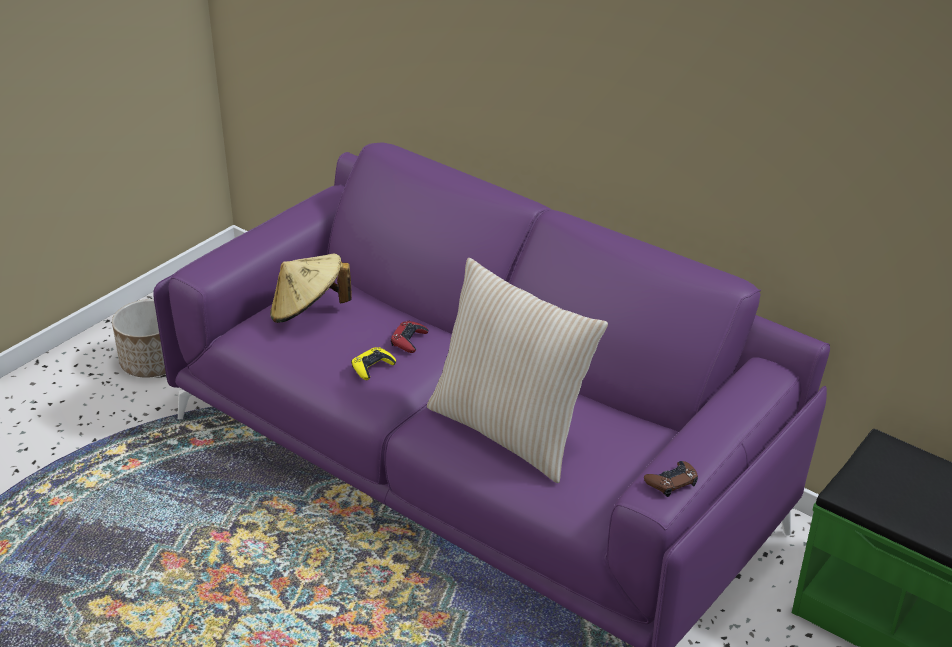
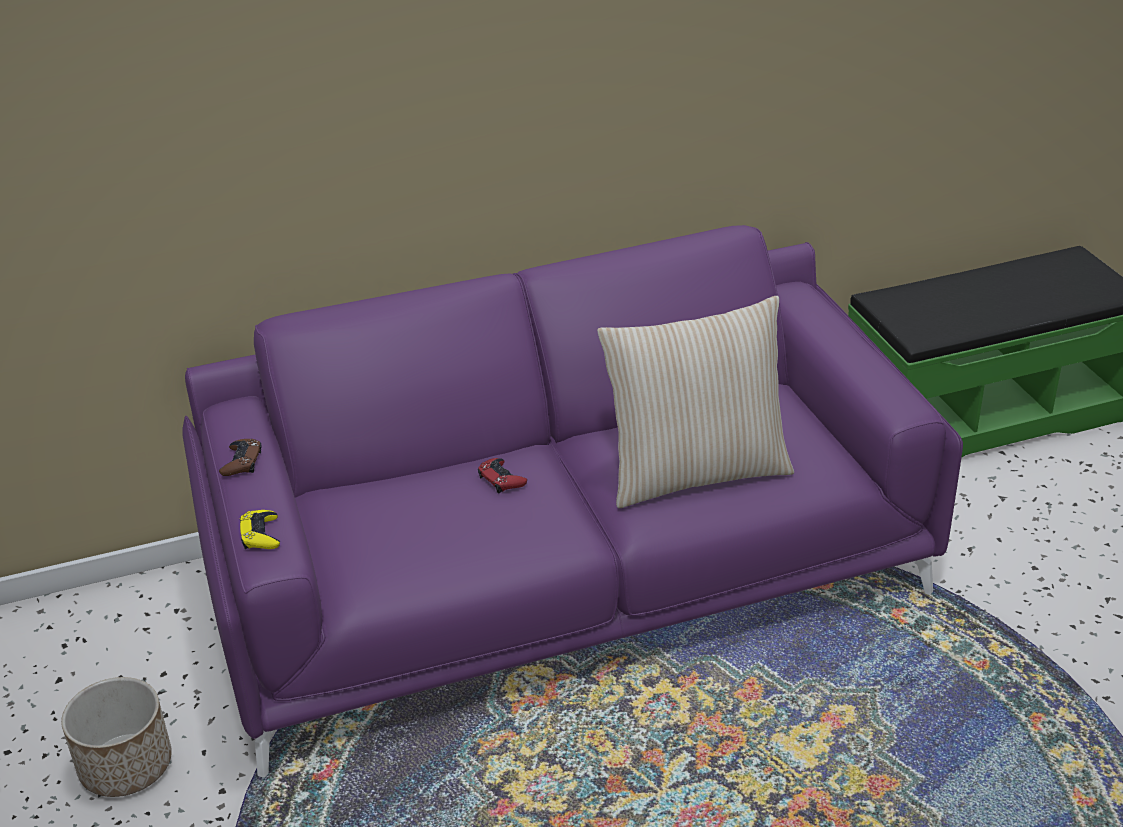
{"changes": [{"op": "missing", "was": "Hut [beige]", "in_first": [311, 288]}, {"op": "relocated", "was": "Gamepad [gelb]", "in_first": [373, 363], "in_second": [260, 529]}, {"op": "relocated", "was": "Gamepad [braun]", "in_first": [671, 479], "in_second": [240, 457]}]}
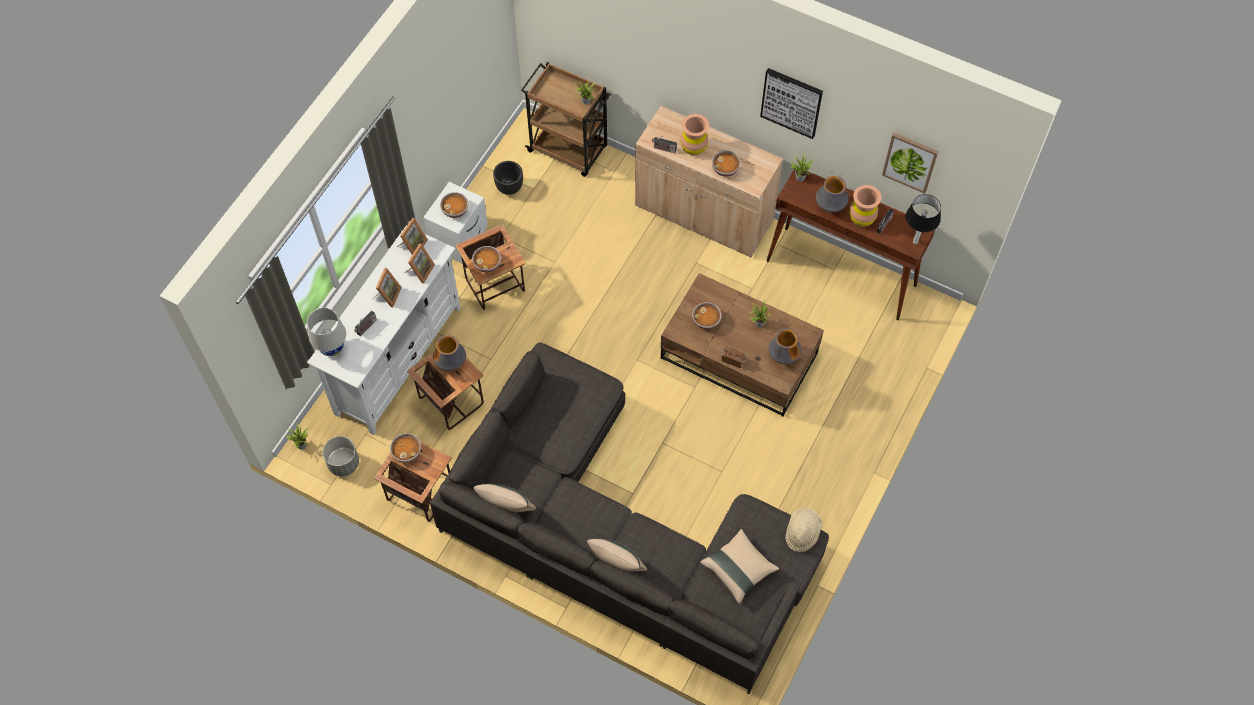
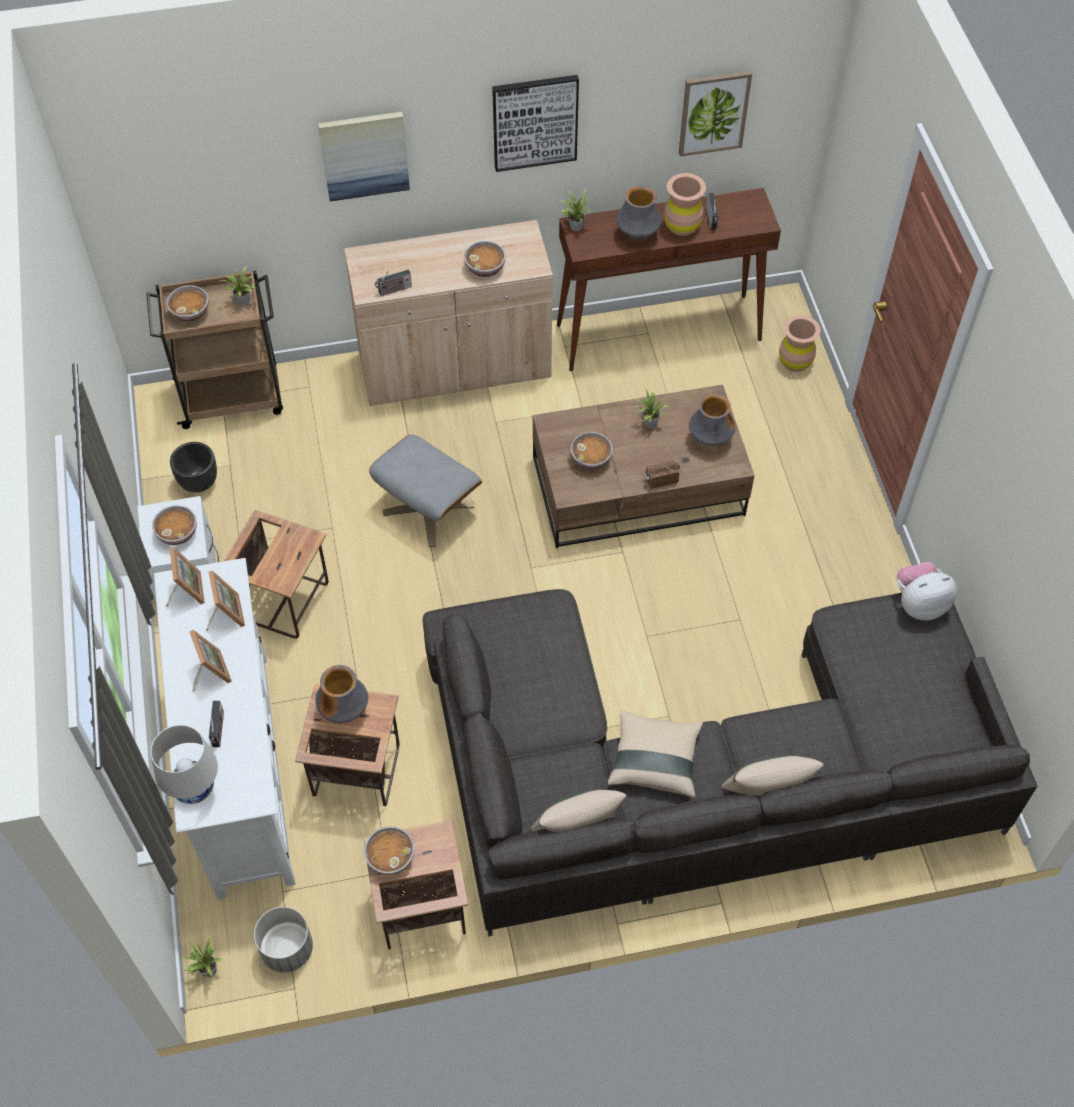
{"changes": [{"op": "missing", "was": "Tischlampe", "in_first": [923, 219]}, {"op": "appeared", "now": "Bild", "in_second": [364, 156]}, {"op": "appeared", "now": "Polsterhocker [grau]", "in_second": [425, 490]}, {"op": "relocated", "was": "Schüssel", "in_first": [486, 259], "in_second": [187, 303]}, {"op": "relocated", "was": "Vase [braun]", "in_first": [695, 135], "in_second": [800, 343]}, {"op": "relocated", "was": "Kissen [beige]", "in_first": [739, 566], "in_second": [655, 754]}, {"op": "exchanged", "was": "Hut [beige]", "now": "Plüschtier", "in_first": [804, 530], "in_second": [927, 591]}]}
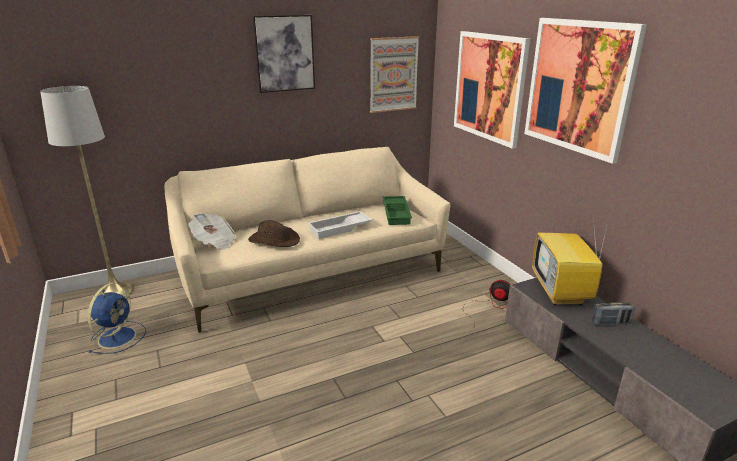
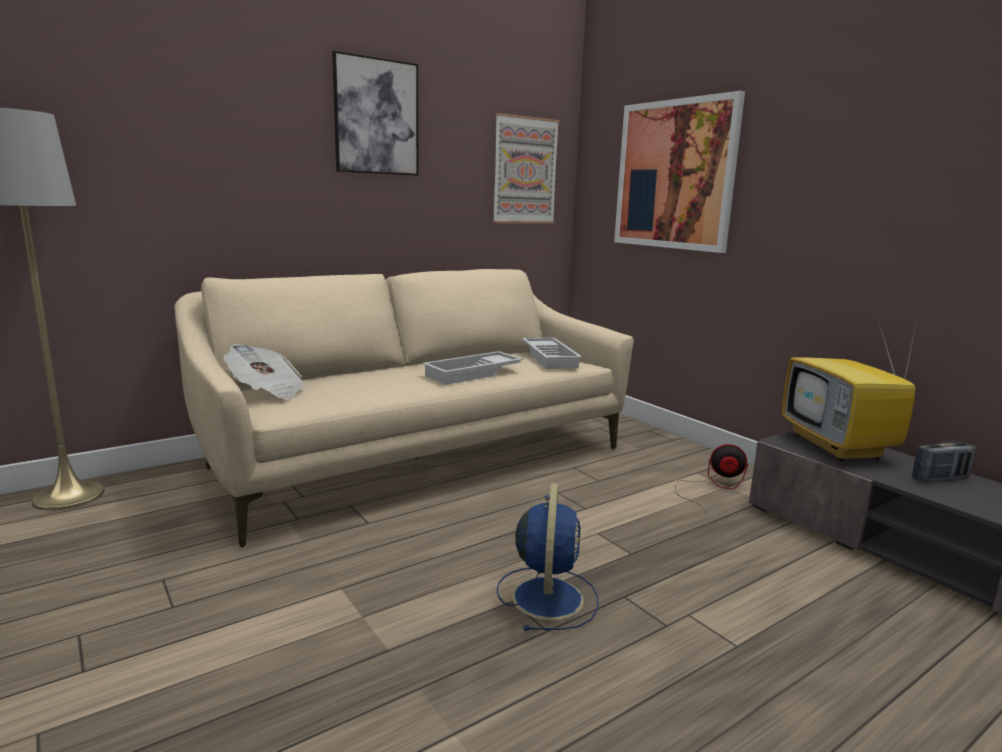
{"changes": [{"op": "missing", "was": "Hut [braun]", "in_first": [274, 233]}, {"op": "missing", "was": "Bild", "in_first": [585, 91]}, {"op": "relocated", "was": "Ventilator [blau]", "in_first": [116, 318], "in_second": [547, 557]}, {"op": "colour", "was": "Tablett [grün]", "now": "Tablett [weiß]", "in_first": [397, 210], "in_second": [552, 353]}]}
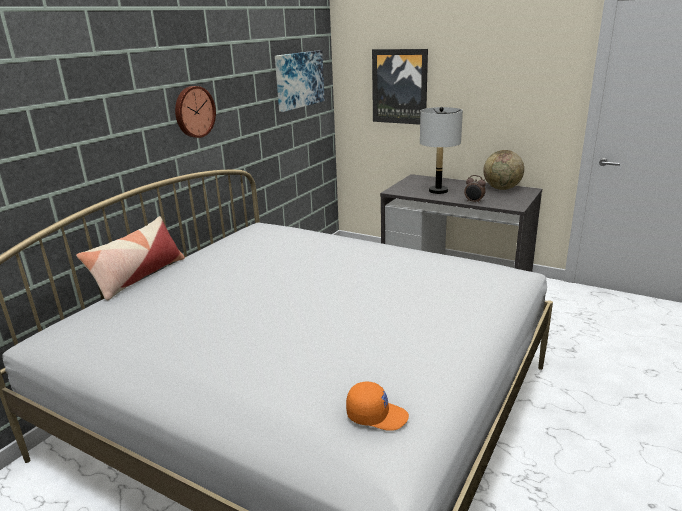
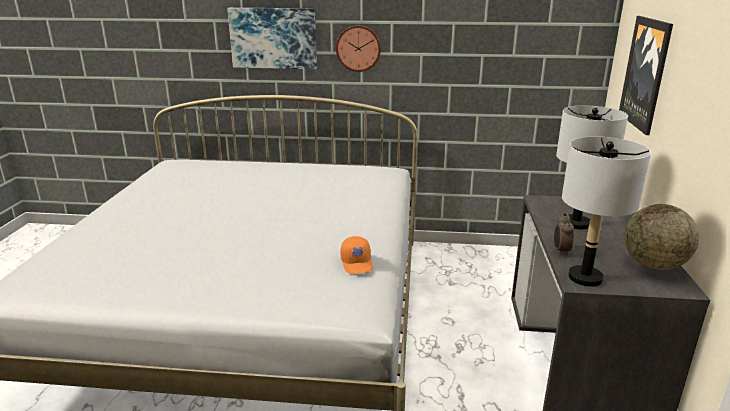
{"changes": [{"op": "missing", "was": "Kissen", "in_first": [130, 258]}, {"op": "appeared", "now": "Tischlampe [grau]", "in_second": [606, 211]}, {"op": "relocated", "was": "Bild", "in_first": [300, 81], "in_second": [272, 38]}, {"op": "relocated", "was": "Kappe [orange]", "in_first": [377, 406], "in_second": [356, 255]}]}
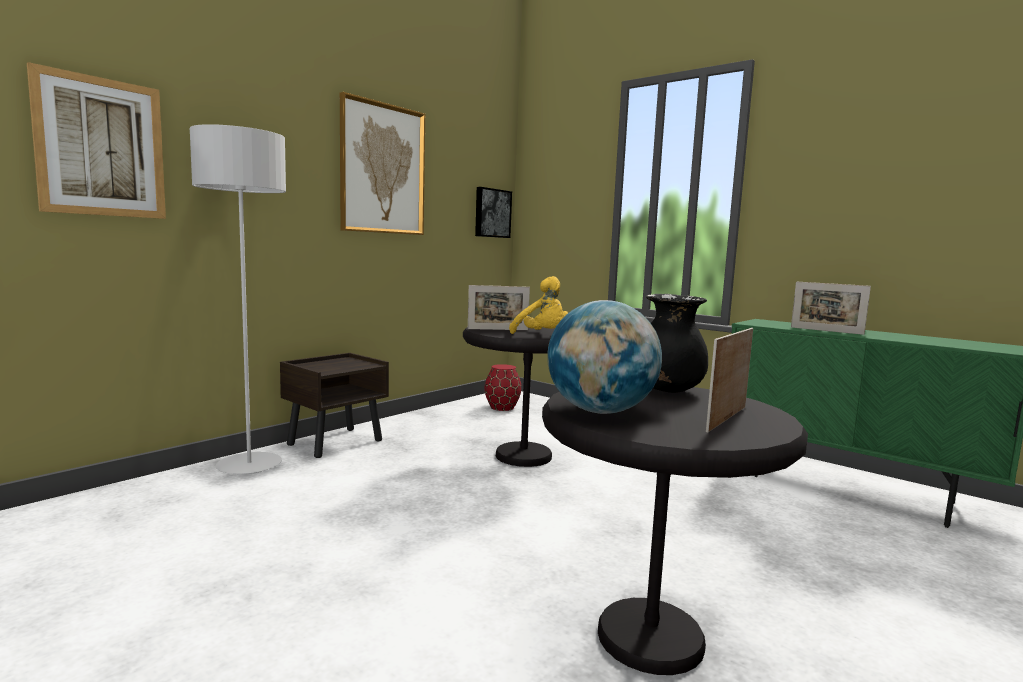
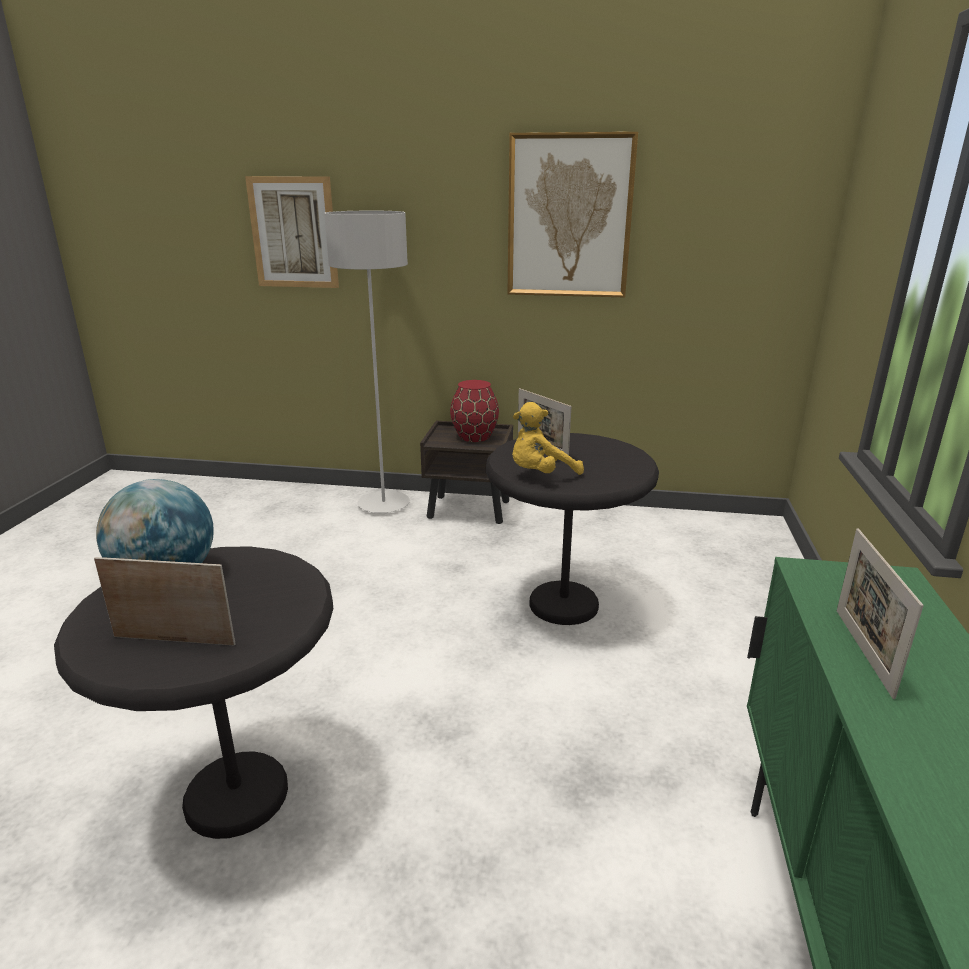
{"changes": [{"op": "missing", "was": "Bild", "in_first": [493, 212]}, {"op": "missing", "was": "Vase [schwarz]", "in_first": [677, 343]}, {"op": "relocated", "was": "Vase [rot]", "in_first": [503, 387], "in_second": [474, 411]}, {"op": "spun", "was": "Plüschtier [gelb]", "in_first": [538, 305], "in_second": [548, 438], "clockwise": 45}]}
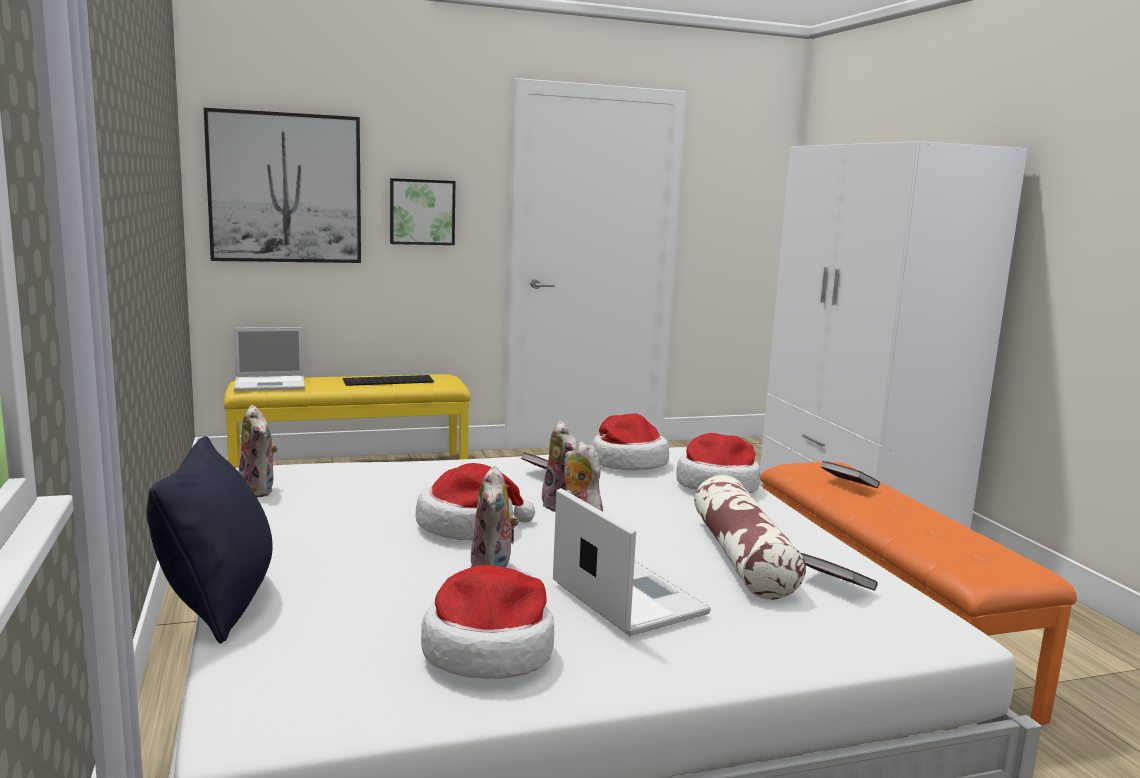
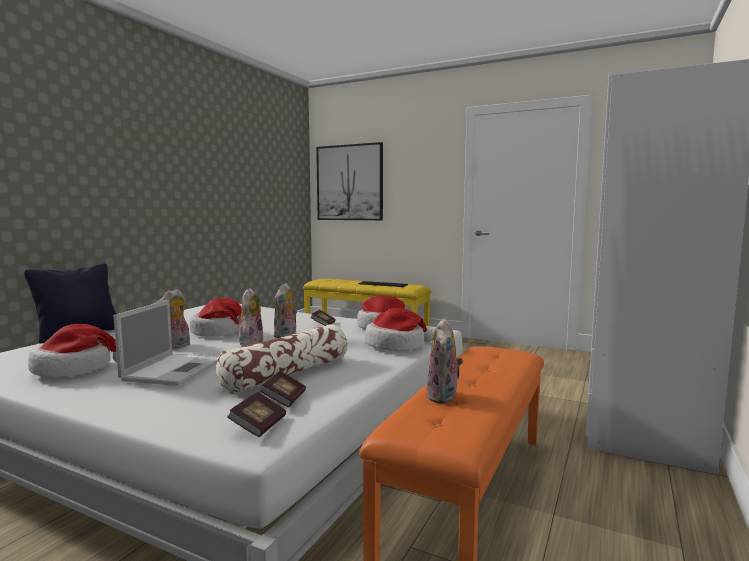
{"changes": [{"op": "missing", "was": "Laptop", "in_first": [269, 359]}, {"op": "missing", "was": "Bild", "in_first": [422, 211]}, {"op": "relocated", "was": "Plüschtier", "in_first": [258, 451], "in_second": [444, 361]}, {"op": "relocated", "was": "Buch", "in_first": [850, 474], "in_second": [256, 414]}]}
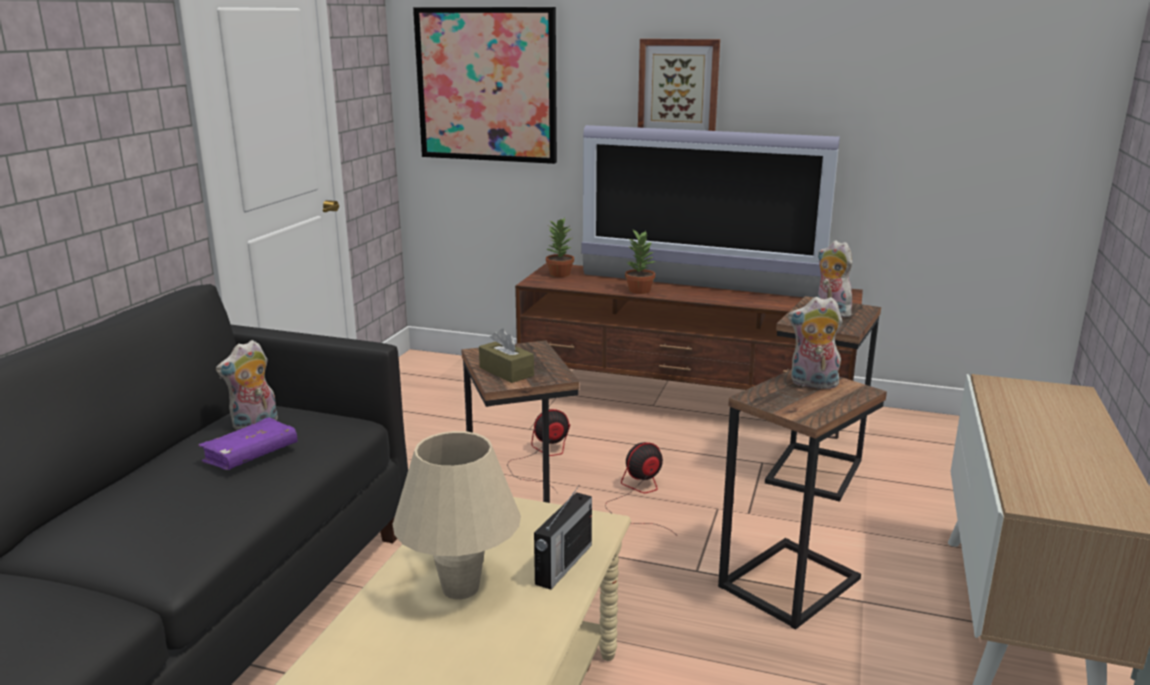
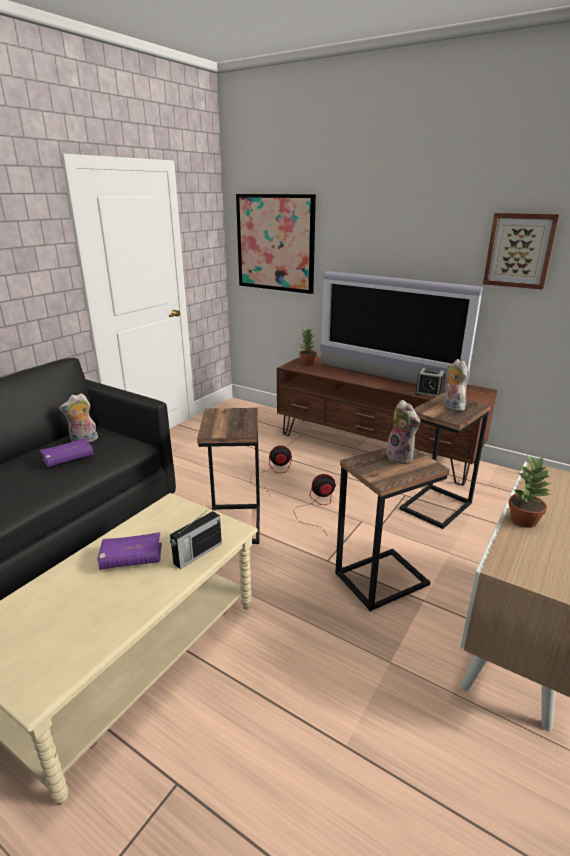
{"changes": [{"op": "missing", "was": "Taschentuchbox [braun]", "in_first": [506, 356]}, {"op": "appeared", "now": "Wecker", "in_second": [429, 382]}, {"op": "relocated", "was": "Topfpflanze", "in_first": [640, 262], "in_second": [530, 491]}, {"op": "relocated", "was": "Bild", "in_first": [679, 85], "in_second": [521, 251]}, {"op": "exchanged", "was": "Tischlampe [beige]", "now": "Buch [lila]", "in_first": [456, 515], "in_second": [129, 551]}, {"op": "spun", "was": "Plüschtier", "in_first": [815, 343], "in_second": [403, 432], "clockwise": -150}]}
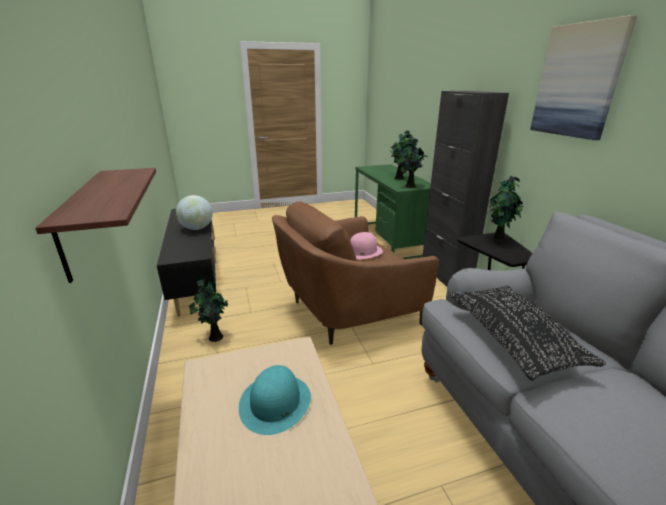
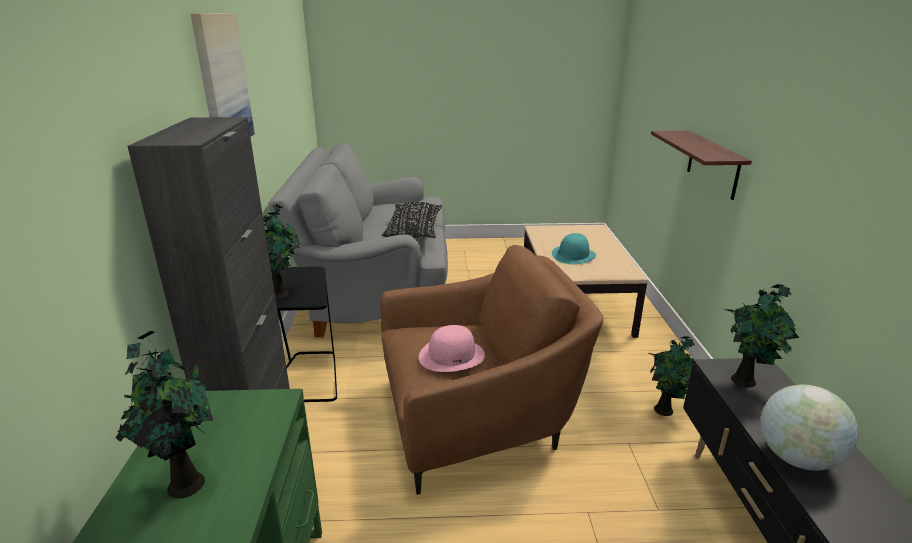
{"changes": [{"op": "relocated", "was": "Topfpflanze", "in_first": [412, 161], "in_second": [761, 336]}]}
